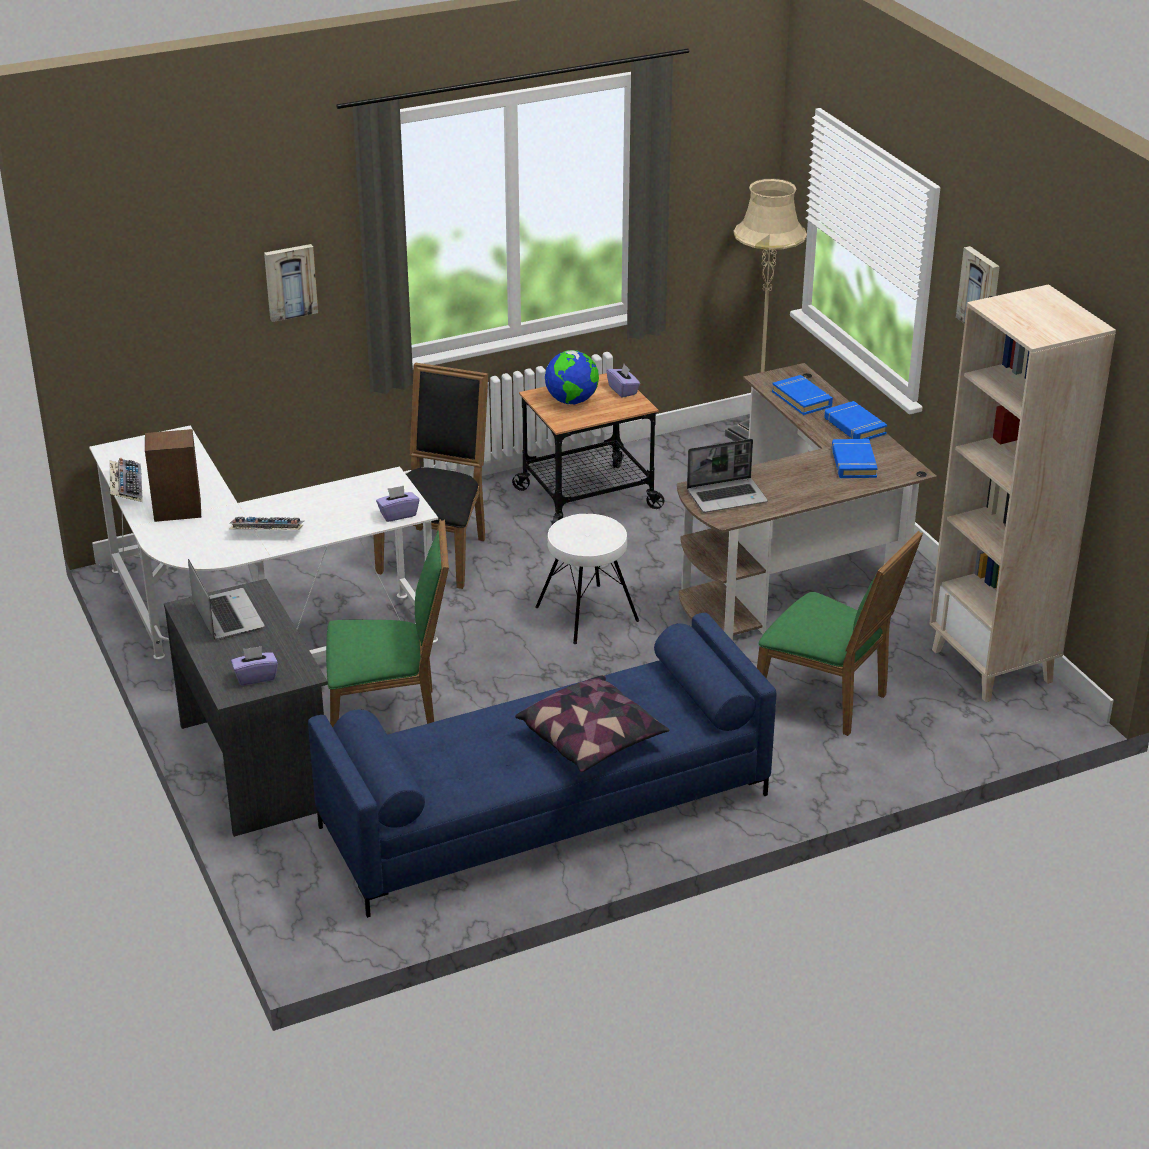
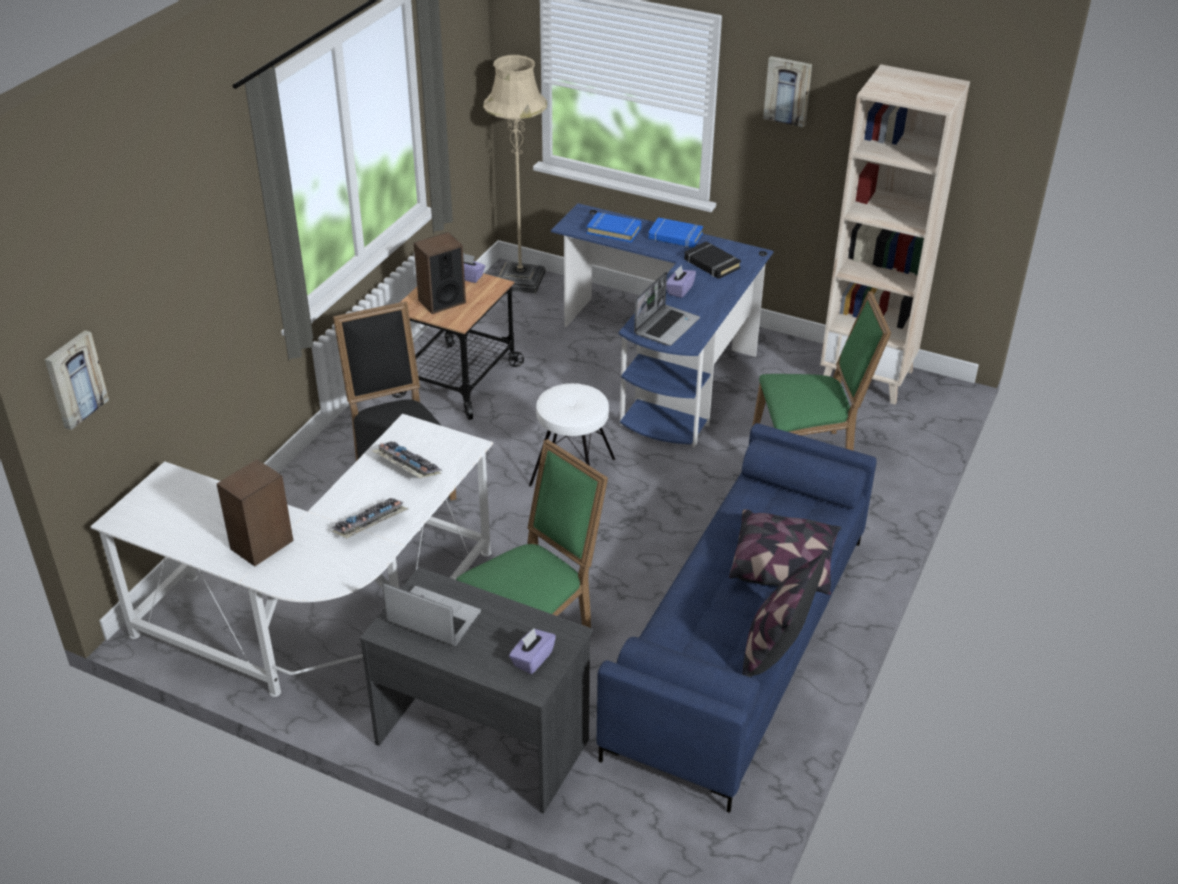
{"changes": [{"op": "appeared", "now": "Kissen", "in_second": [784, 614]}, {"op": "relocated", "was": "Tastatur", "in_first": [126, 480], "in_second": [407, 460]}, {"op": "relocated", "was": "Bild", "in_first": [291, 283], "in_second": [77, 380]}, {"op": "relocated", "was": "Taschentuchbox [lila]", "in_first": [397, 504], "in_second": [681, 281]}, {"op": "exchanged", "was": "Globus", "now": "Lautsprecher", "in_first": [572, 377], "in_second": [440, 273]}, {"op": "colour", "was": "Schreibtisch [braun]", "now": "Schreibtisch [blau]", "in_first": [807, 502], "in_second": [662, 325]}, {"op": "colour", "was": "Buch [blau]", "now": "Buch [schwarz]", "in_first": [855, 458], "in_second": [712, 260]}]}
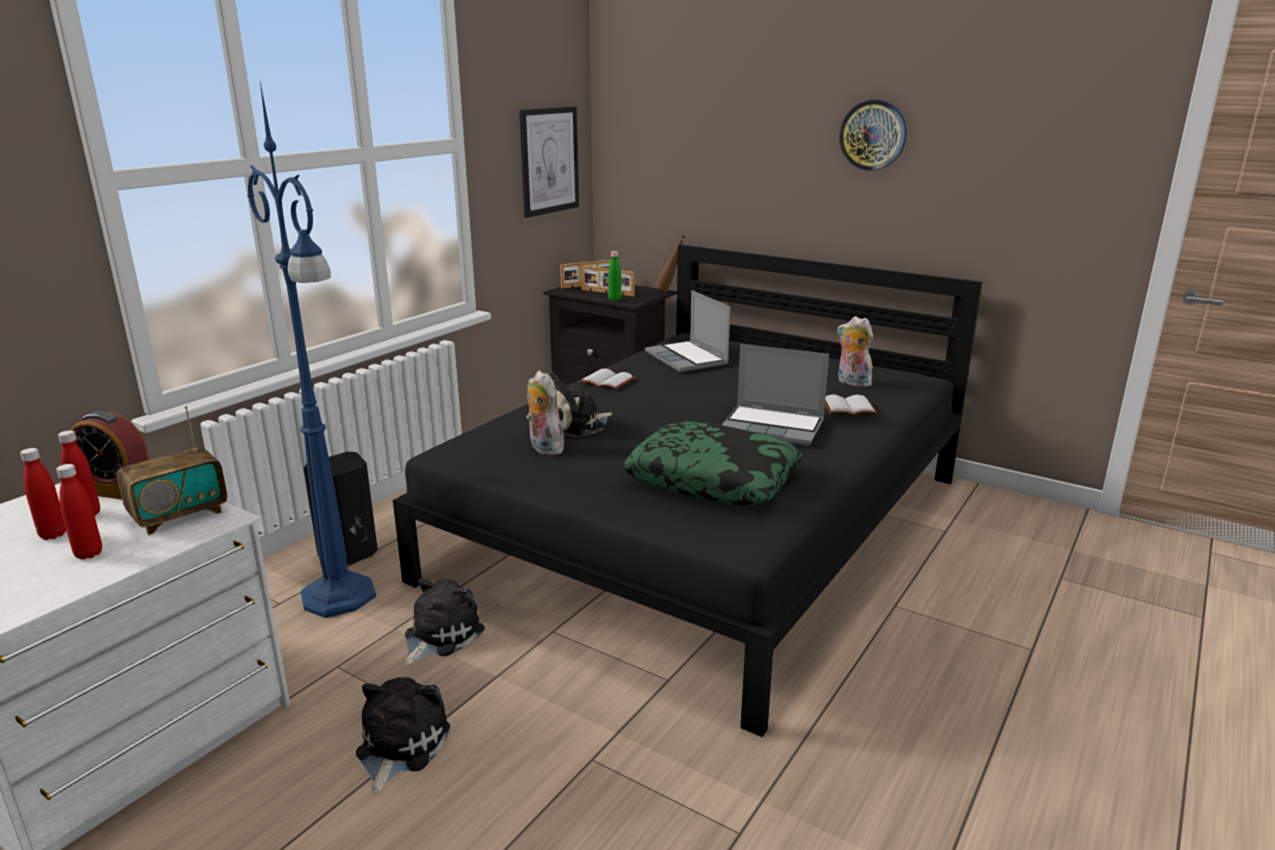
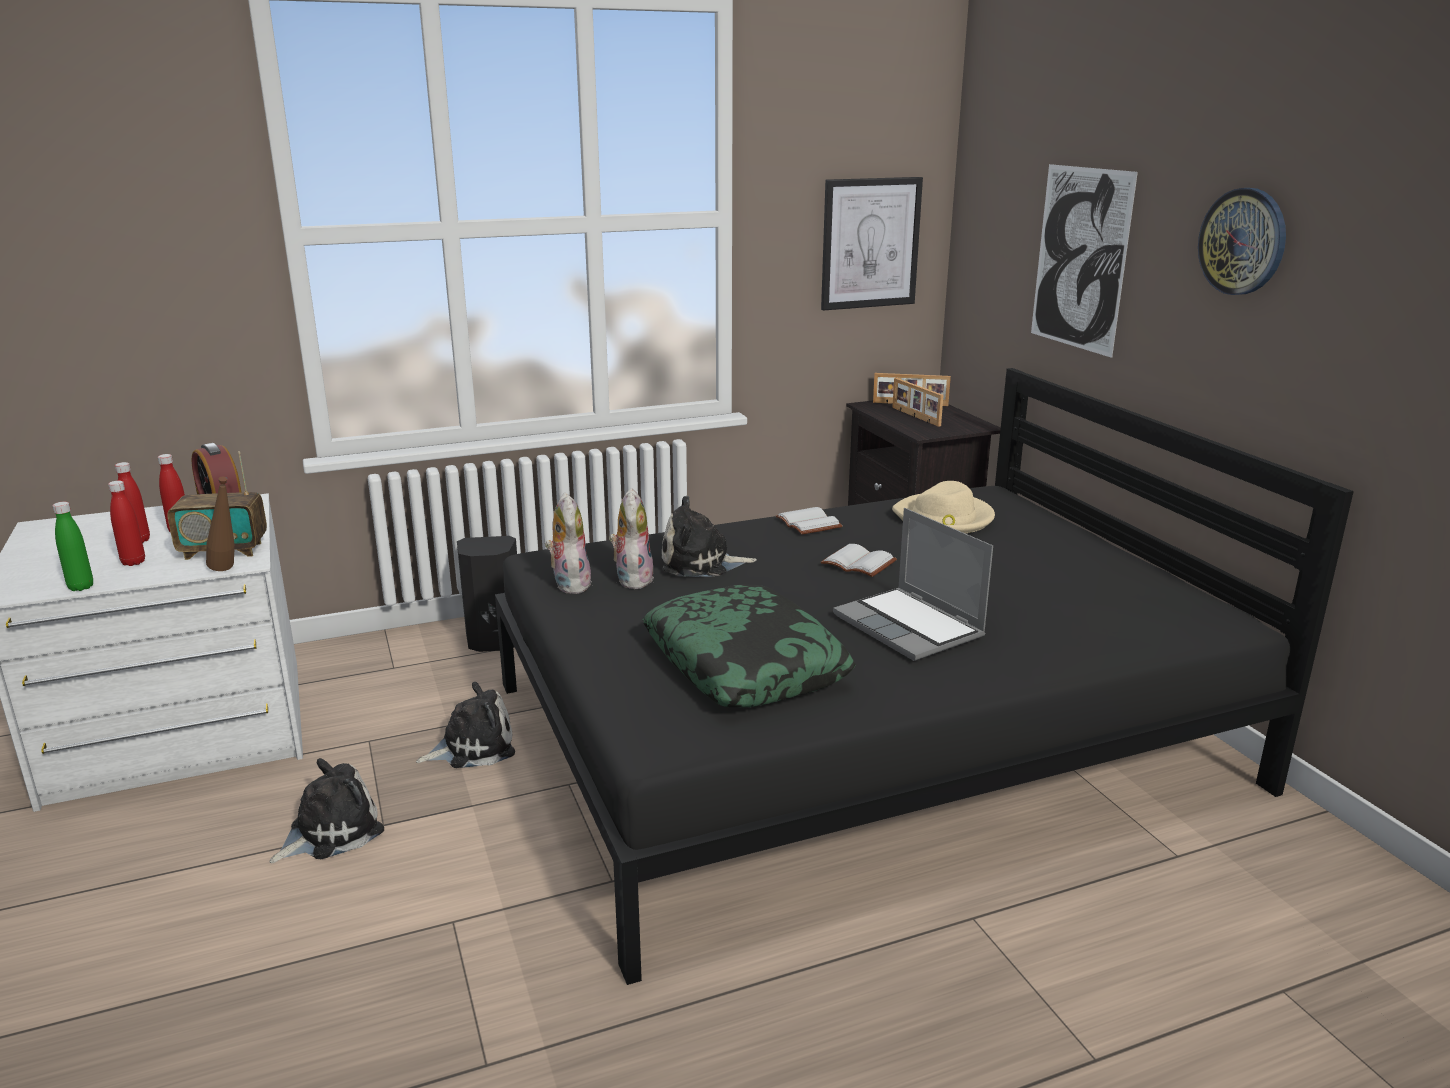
{"changes": [{"op": "missing", "was": "Stehlampe [blau]", "in_first": [311, 350]}, {"op": "appeared", "now": "Bild", "in_second": [1084, 261]}, {"op": "relocated", "was": "Flasche [grün]", "in_first": [614, 276], "in_second": [72, 546]}, {"op": "relocated", "was": "Flasche [braun]", "in_first": [670, 263], "in_second": [220, 524]}, {"op": "relocated", "was": "Buch [weiß]", "in_first": [851, 405], "in_second": [859, 560]}, {"op": "relocated", "was": "Plüschtier", "in_first": [855, 351], "in_second": [568, 543]}, {"op": "exchanged", "was": "Laptop", "now": "Hut [beige]", "in_first": [688, 331], "in_second": [943, 507]}]}
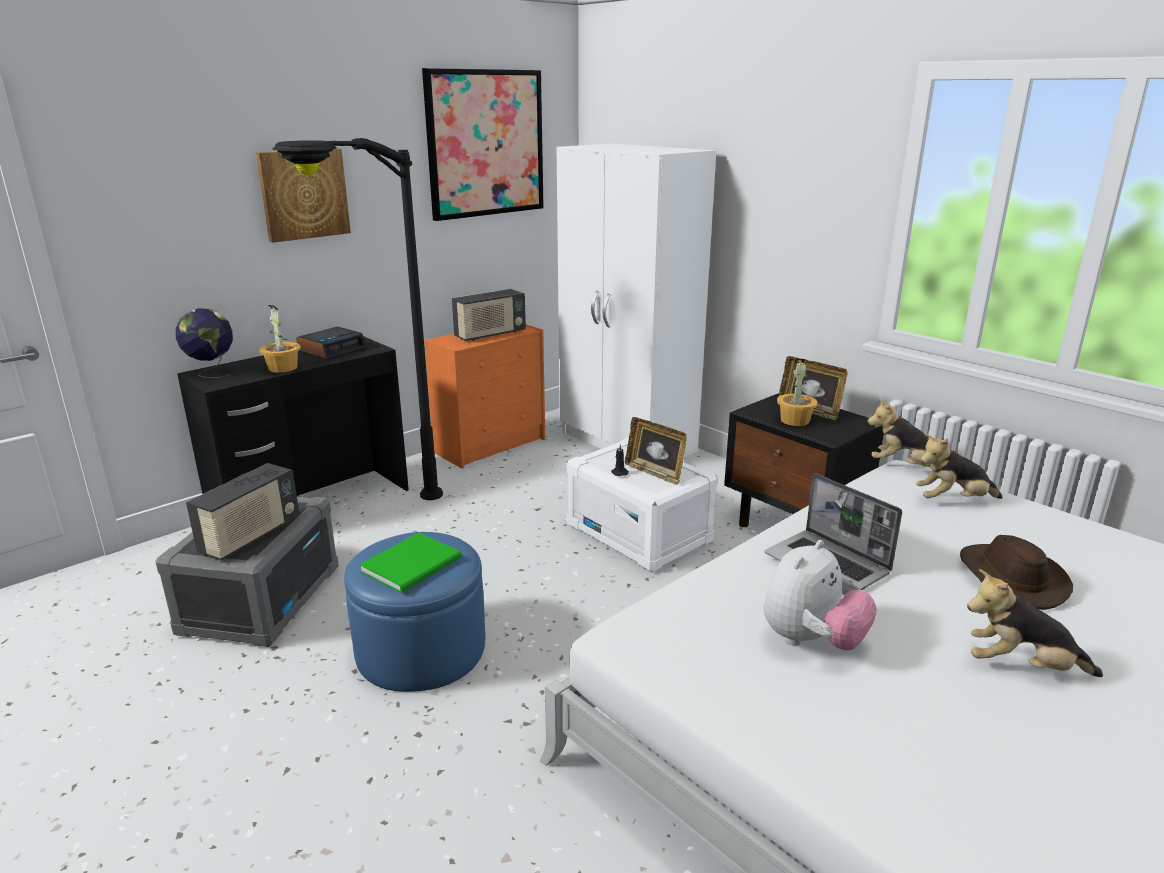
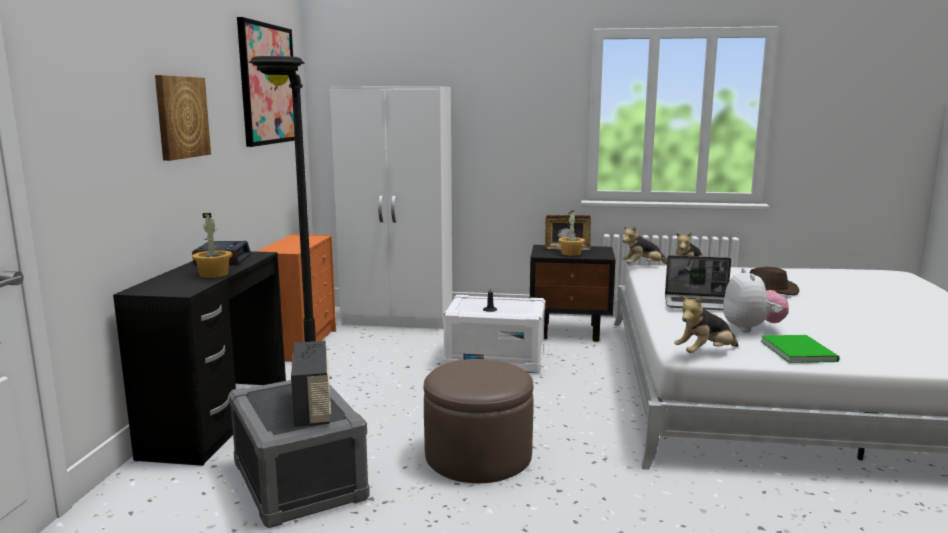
{"changes": [{"op": "missing", "was": "Globus", "in_first": [205, 343]}, {"op": "missing", "was": "Radio", "in_first": [489, 315]}, {"op": "missing", "was": "Bilderrahmen", "in_first": [656, 451]}, {"op": "relocated", "was": "Buch [grün]", "in_first": [410, 563], "in_second": [800, 349]}, {"op": "relocated", "was": "Plüschtier", "in_first": [1035, 623], "in_second": [706, 324]}, {"op": "colour", "was": "Polsterhocker [blau]", "now": "Polsterhocker [braun]", "in_first": [414, 612], "in_second": [478, 421]}]}
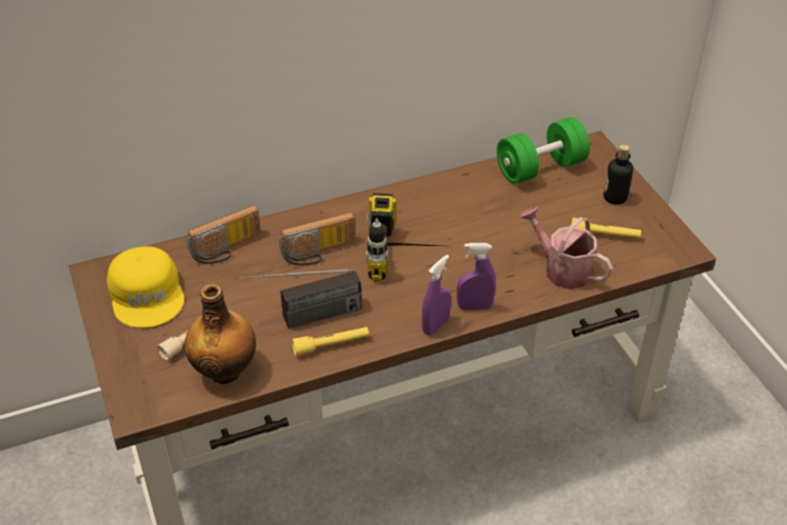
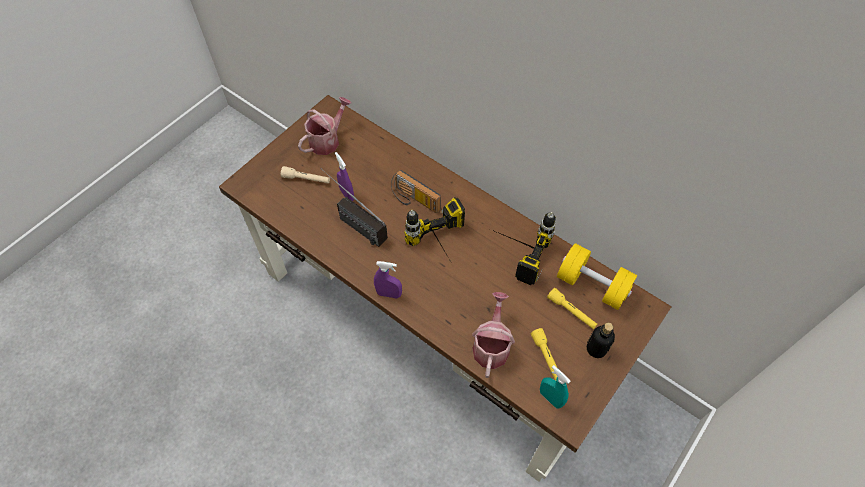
{"changes": [{"op": "missing", "was": "Flasche", "in_first": [220, 334]}, {"op": "missing", "was": "Radio", "in_first": [224, 234]}, {"op": "appeared", "now": "Bohrmaschine", "in_second": [526, 248]}, {"op": "appeared", "now": "Sprühflasche [türkis]", "in_second": [555, 386]}, {"op": "relocated", "was": "Taschenlampe [gelb]", "in_first": [330, 341], "in_second": [572, 308]}, {"op": "relocated", "was": "Sprühflasche [lila]", "in_first": [476, 276], "in_second": [344, 176]}, {"op": "exchanged", "was": "Kappe [gelb]", "now": "Gießkanne", "in_first": [145, 287], "in_second": [325, 126]}, {"op": "colour", "was": "Hantel [grün]", "now": "Hantel [gelb]", "in_first": [543, 150], "in_second": [597, 276]}]}
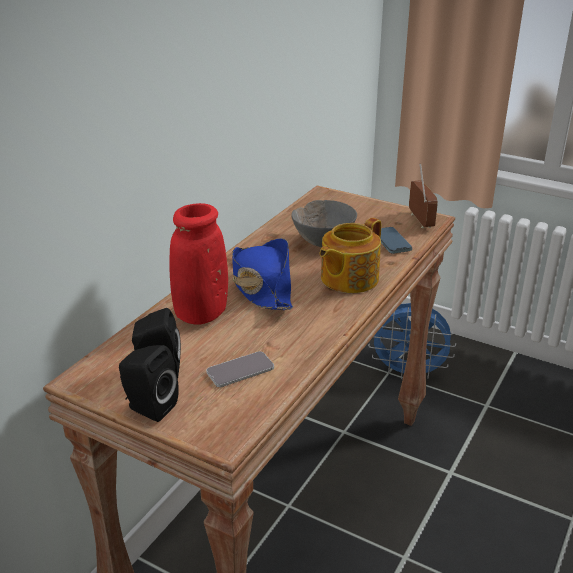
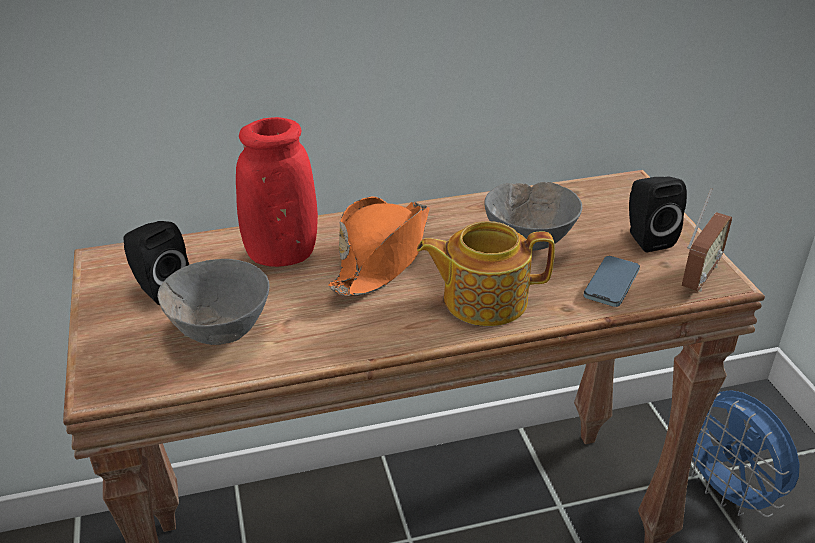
{"changes": [{"op": "relocated", "was": "Lautsprecher [schwarz]", "in_first": [149, 383], "in_second": [658, 214]}, {"op": "exchanged", "was": "Handy", "now": "Schüssel [grau]", "in_first": [240, 369], "in_second": [213, 302]}, {"op": "colour", "was": "Hut [blau]", "now": "Hut [orange]", "in_first": [262, 274], "in_second": [378, 246]}]}
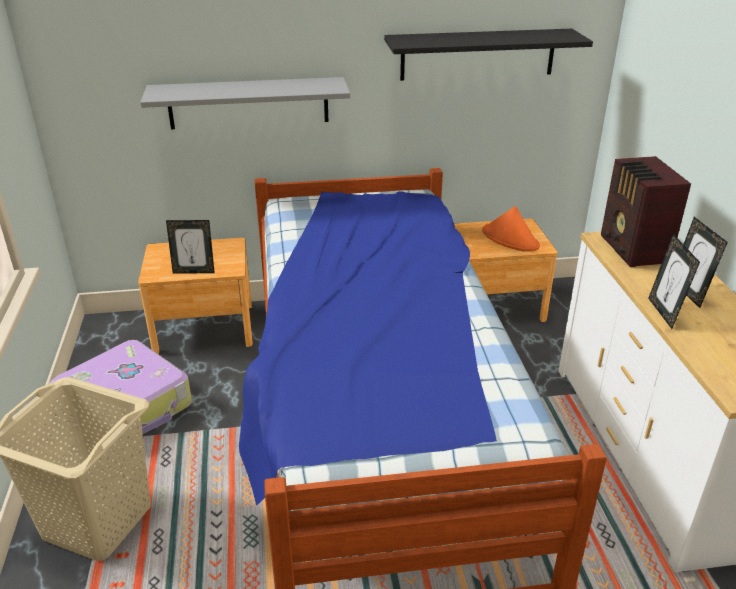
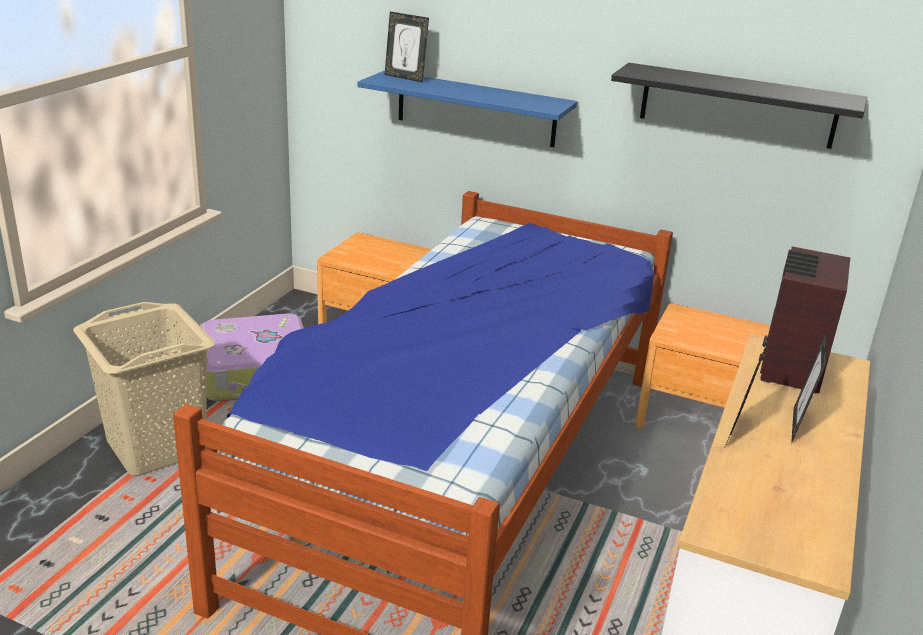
{"changes": [{"op": "missing", "was": "Hut [orange]", "in_first": [511, 229]}, {"op": "relocated", "was": "Bilderrahmen", "in_first": [190, 247], "in_second": [407, 47]}, {"op": "colour", "was": "Wandregal [grau]", "now": "Wandregal [blau]", "in_first": [245, 103], "in_second": [467, 108]}]}
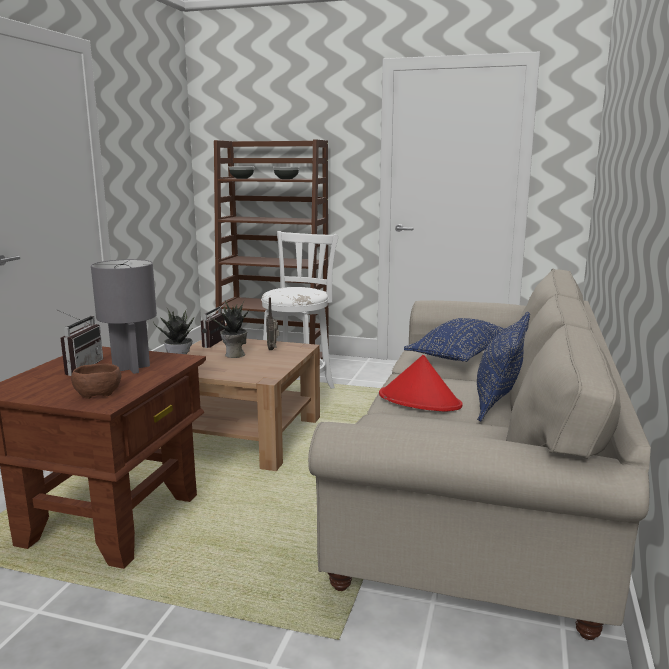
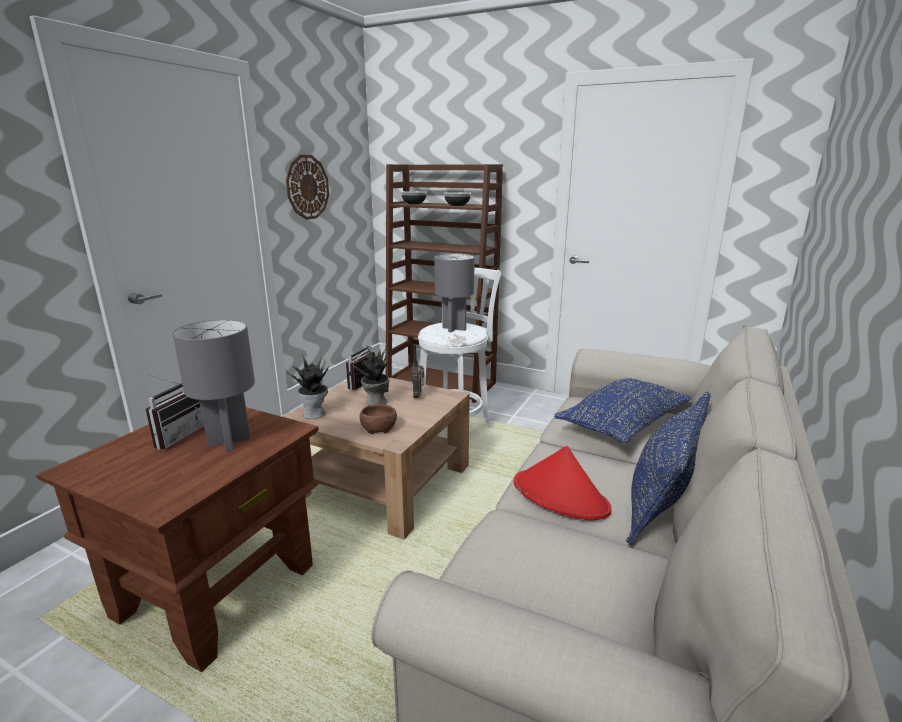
{"changes": [{"op": "appeared", "now": "Wanduhr", "in_second": [307, 187]}, {"op": "appeared", "now": "Tischlampe [grau]", "in_second": [454, 293]}, {"op": "relocated", "was": "Schüssel [braun]", "in_first": [96, 381], "in_second": [378, 419]}]}
